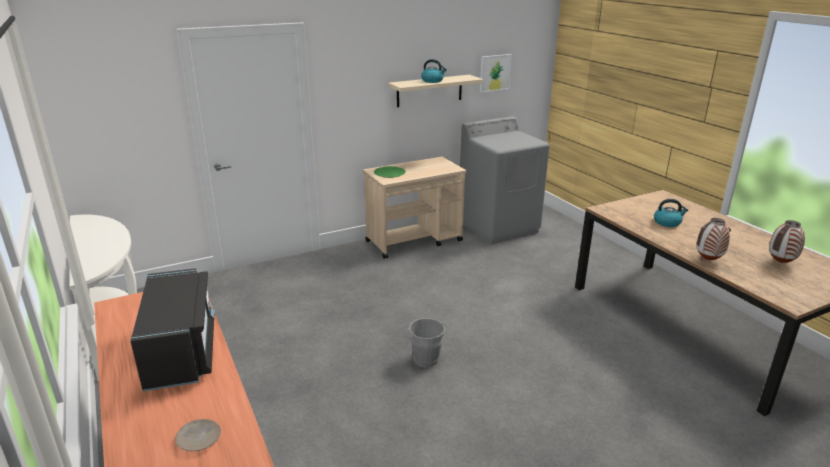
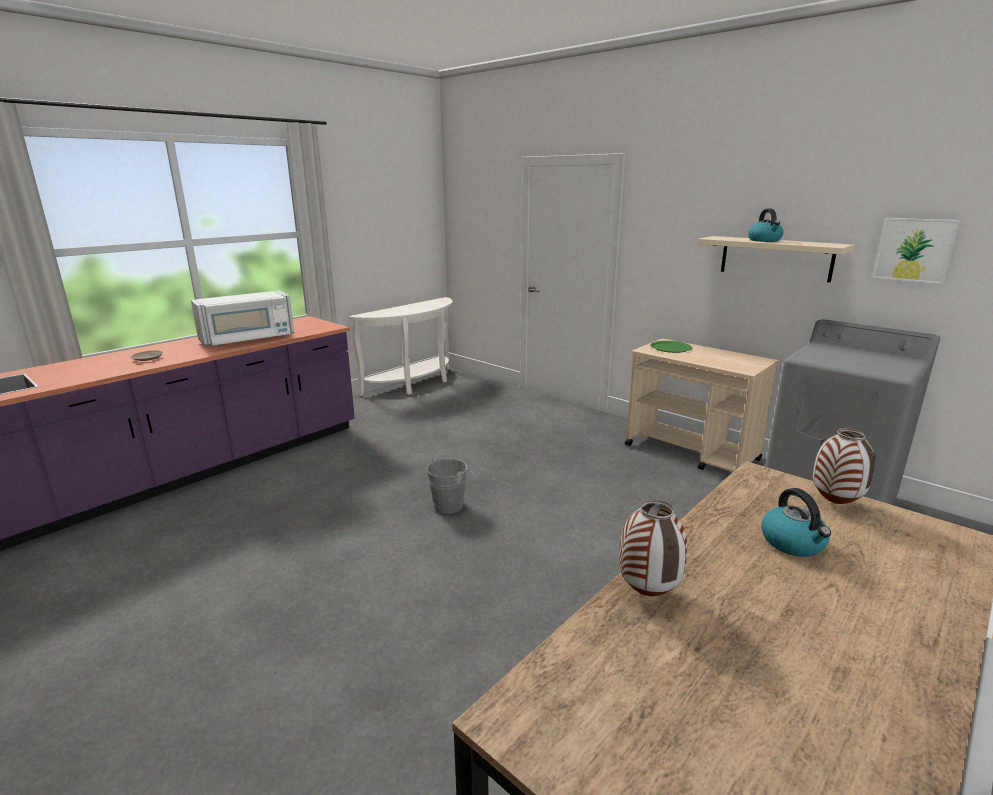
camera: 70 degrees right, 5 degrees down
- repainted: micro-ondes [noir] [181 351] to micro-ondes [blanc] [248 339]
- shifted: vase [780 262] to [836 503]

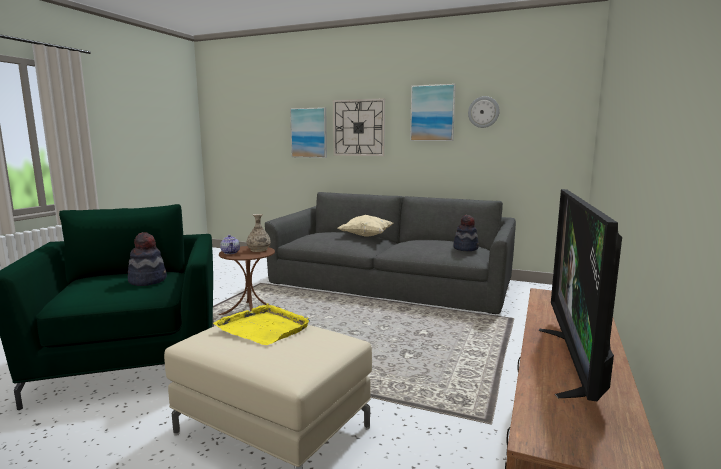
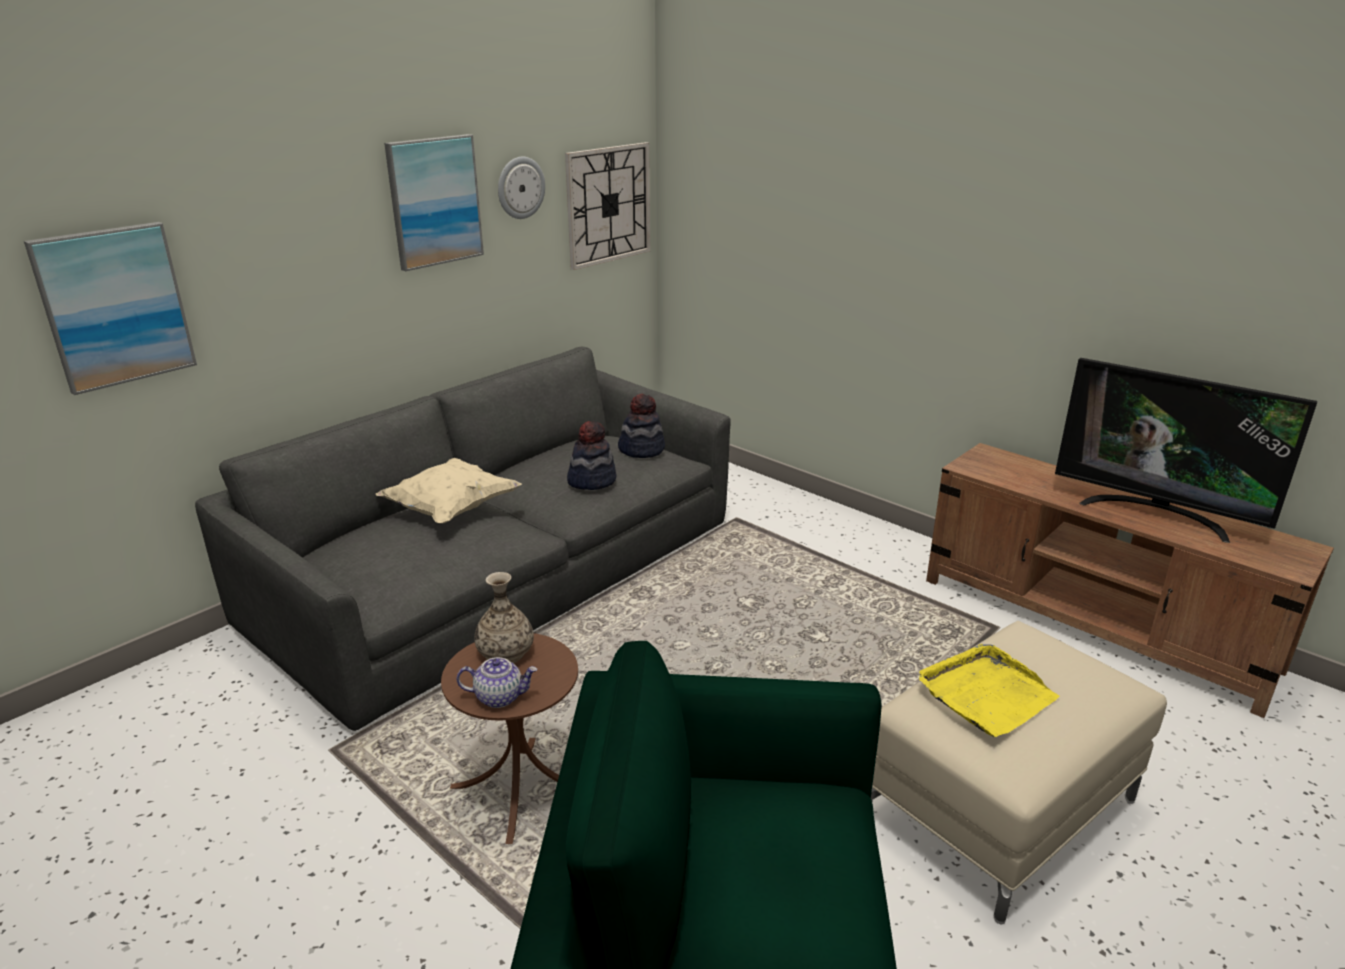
camera: 70 degrees left, 15 degrees up
- shifted: chapeau [148 280] to [592 480]
- shifted: horloge murale [358 127] to [608 205]

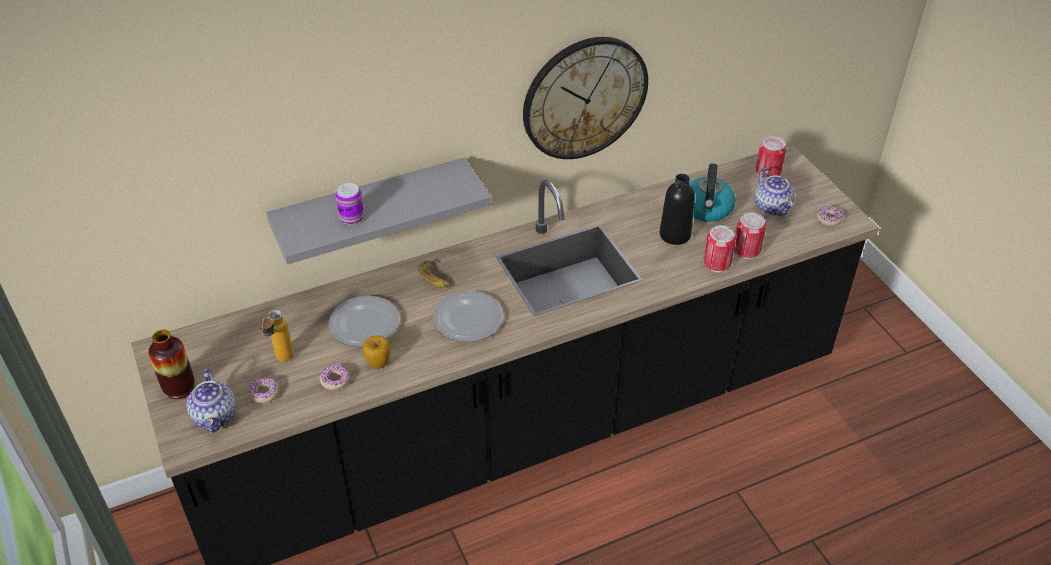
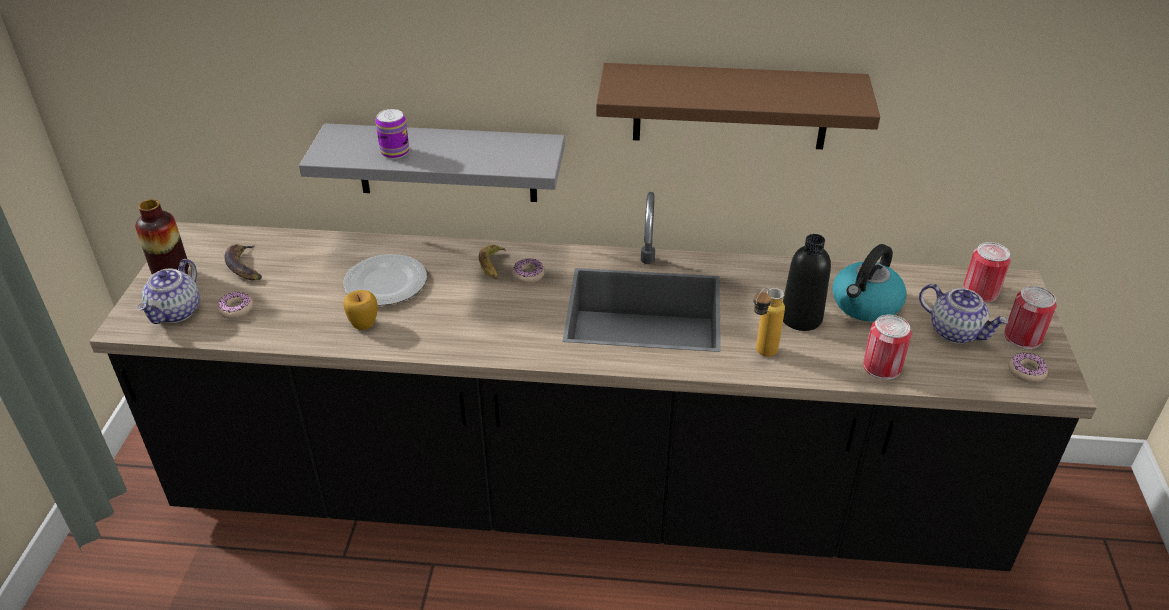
camera: 30 degrees right, 5 degrees down
- shifted: bouteille [281 361] to [760 354]
- shifted: beignet [335 380] to [528 274]
- gone: assiette [469 318]
- swapped: horloge murale [584 98] to étagère [marron] [730 106]
- shifted: boîte métallique [717 263] to [1022 337]
- rotated: théière [772 207] = [956 331] 60 degrees counterclockwise
- new: banane [244 266]

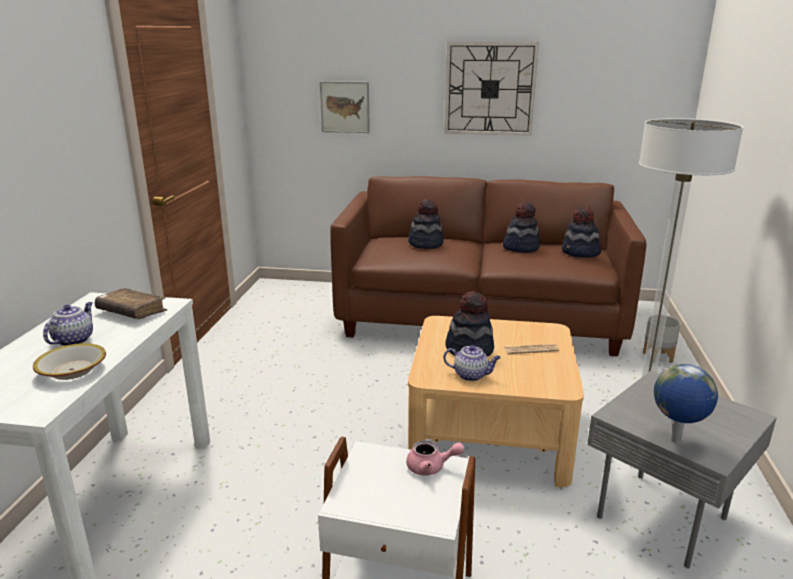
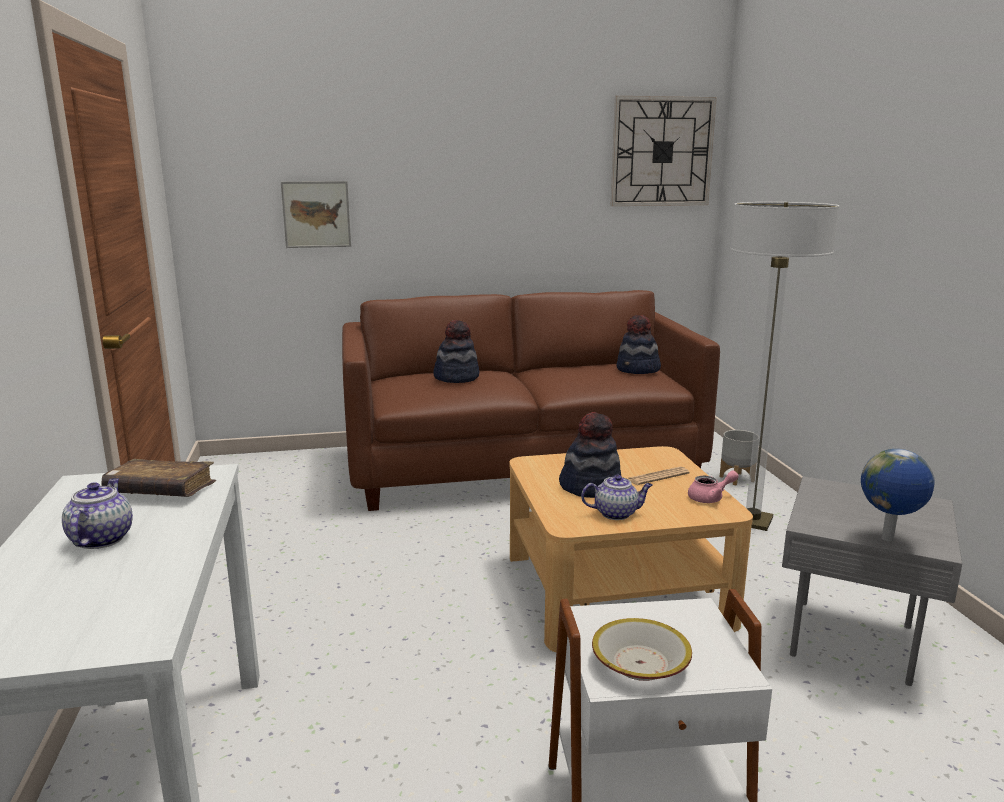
camera: 20 degrees left, 5 degrees down
- shifted: bol [72 370] to [639 663]
- shifted: théière [rose] [431 467] to [710 498]
- shifted: horloge murale [490 89] to [662 152]
- gone: chapeau [521 247]

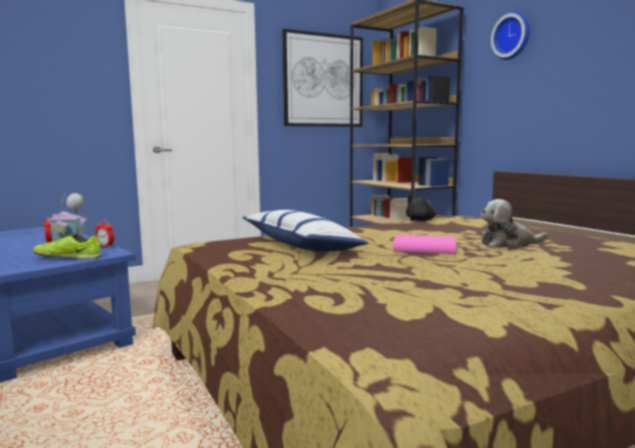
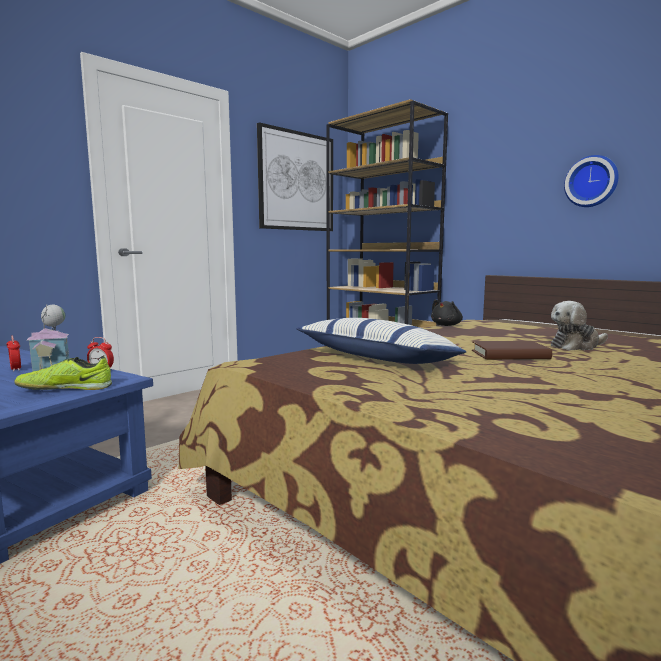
camera: 15 degrees left, 0 degrees up
- repainted: livre [rose] [424 249] to livre [marron] [510 355]
- shifted: horloge murale [512 36] to [591 181]

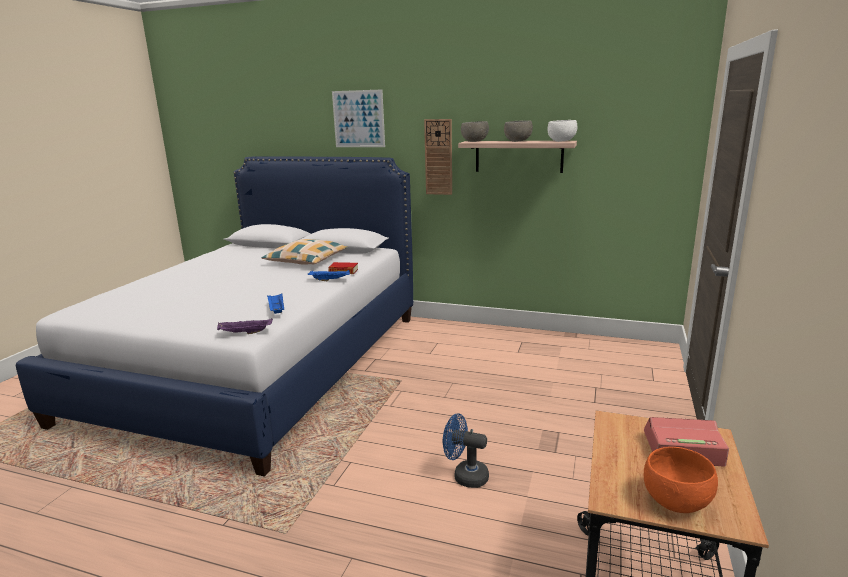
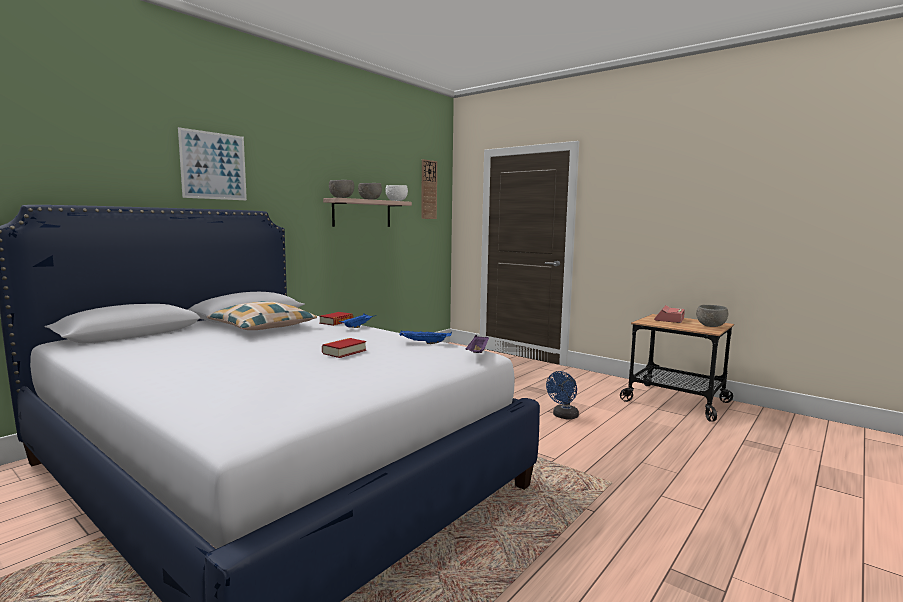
camera: 70 degrees left, 10 degrees down
- shifted: horloge murale [438 157] to [428 189]
- repainted: bol [orange] [675 501] to bol [gris] [710 326]
- new: livre [344 352]

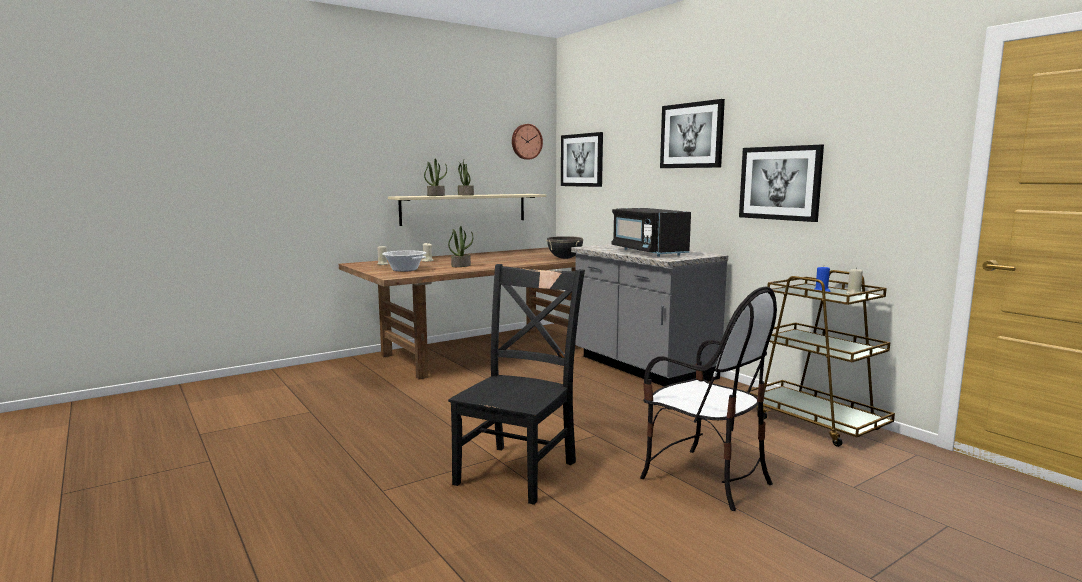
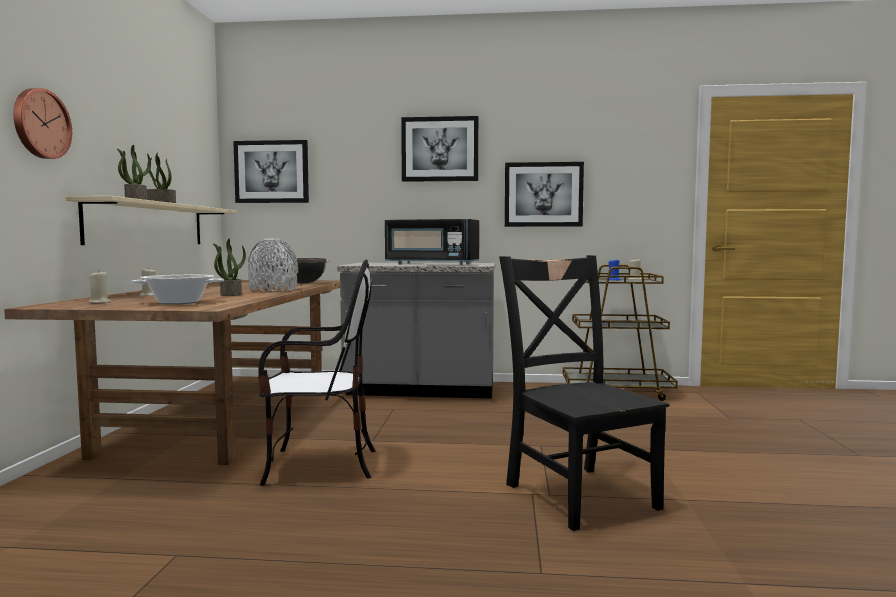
camera: 50 degrees left, 5 degrees down
- shifted: horloge murale [526 141] to [40 124]
- shifted: chaise [705 479] to [319 466]
- new: vase [gris] [273 290]

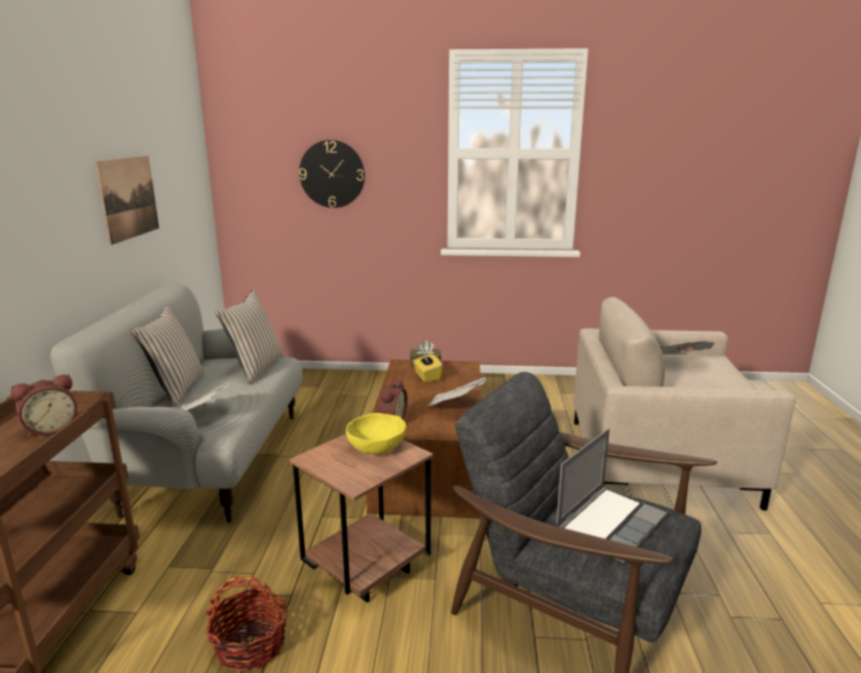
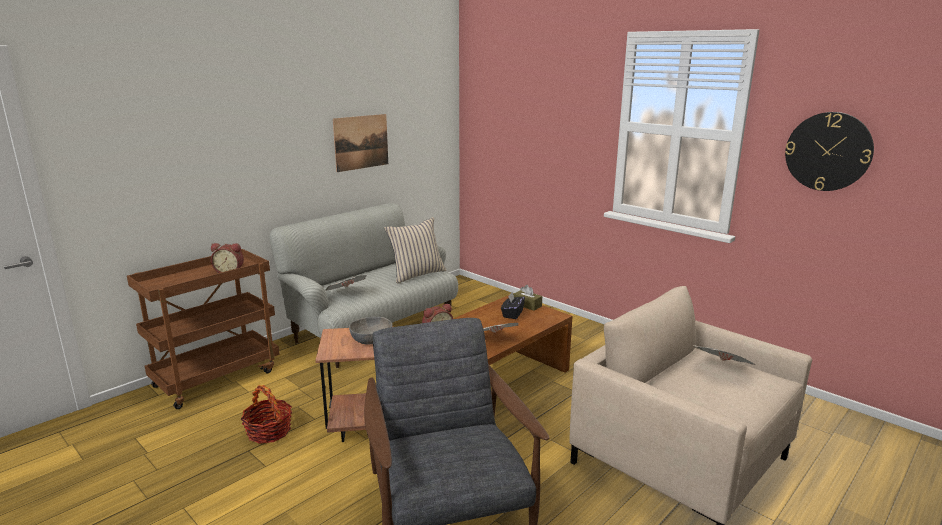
camera: 40 degrees right, 0 degrees up
- gone: coussin [beige] [176 389]
- shifted: horloge murale [332 174] to [828 151]
- repainted: bol [jaune] [377 447] to bol [gris] [371 340]
- repainted: boîte à mouchoirs [jaune] [427 377] to boîte à mouchoirs [noir] [512 314]
- gone: ordinateur portable [609 523]

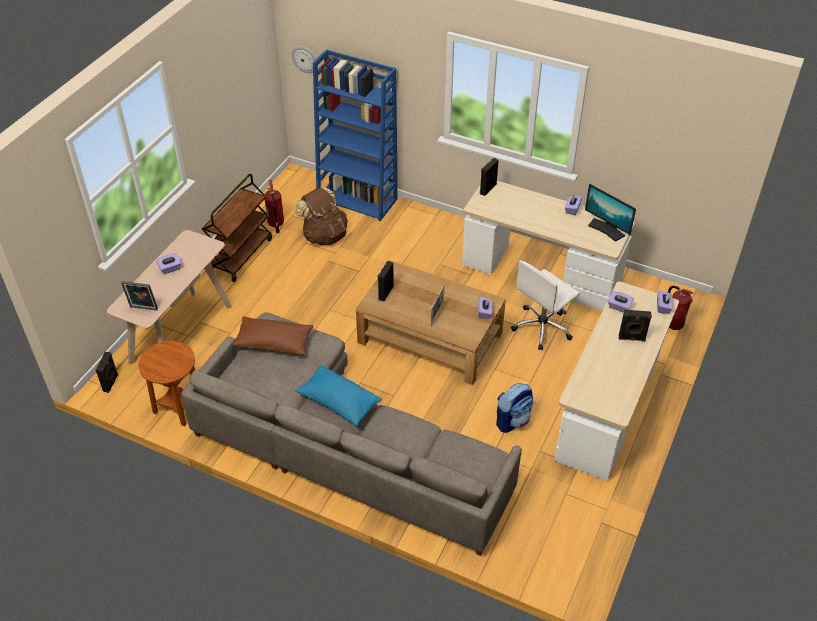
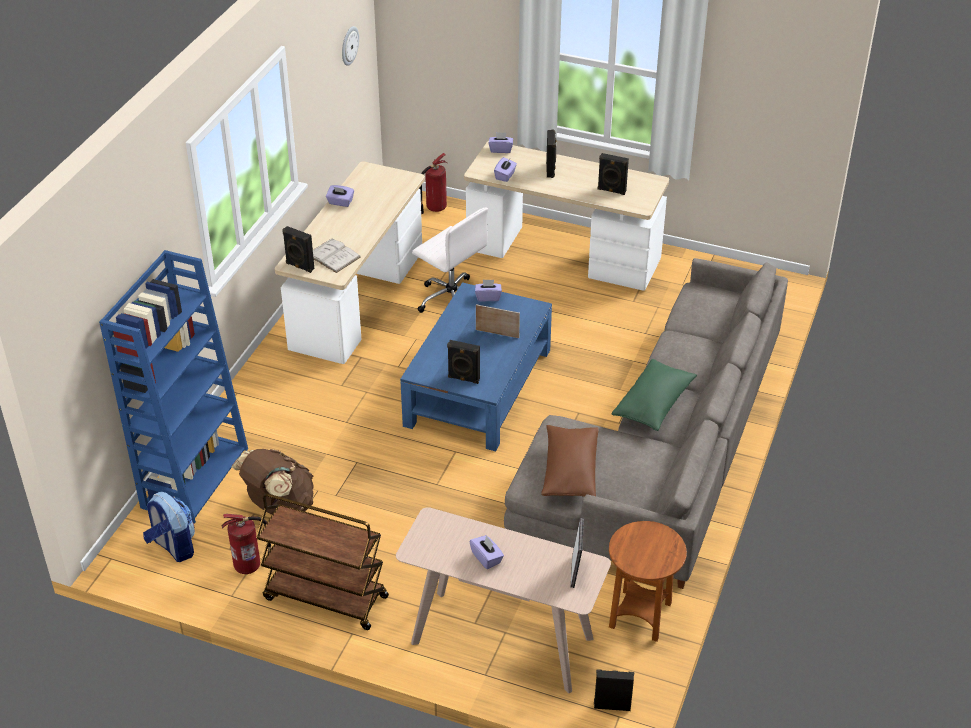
camera: 95 degrees left, 5 degrees down
- shifted: horloge murale [305 59] to [349 45]
- repainted: coussin [bleu] [338 402] to coussin [vert] [653 404]
- repainted: table basse [marron] [429 337] to table basse [bleu] [478 388]
- shifted: sac à dos [513 420] to [173 547]
- gone: écran d'ordinateur [606 229]
- new: livre [blanc] [333 256]
- new: enceinte [noir] [611 191]

